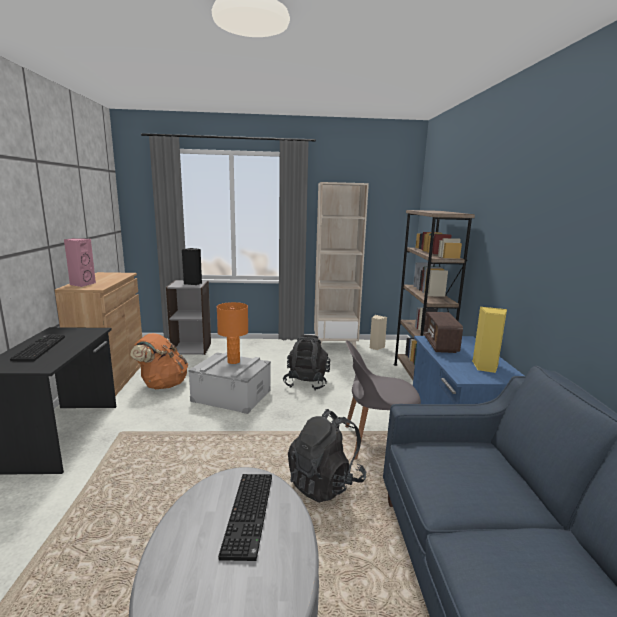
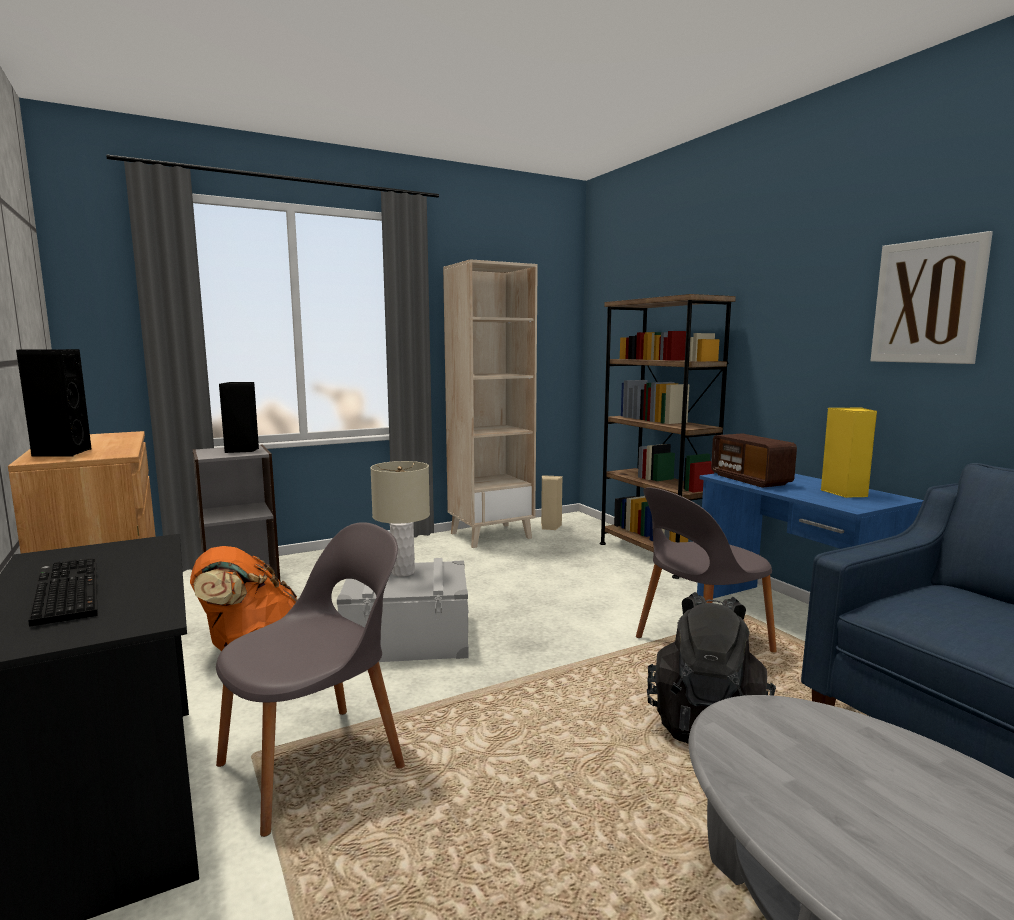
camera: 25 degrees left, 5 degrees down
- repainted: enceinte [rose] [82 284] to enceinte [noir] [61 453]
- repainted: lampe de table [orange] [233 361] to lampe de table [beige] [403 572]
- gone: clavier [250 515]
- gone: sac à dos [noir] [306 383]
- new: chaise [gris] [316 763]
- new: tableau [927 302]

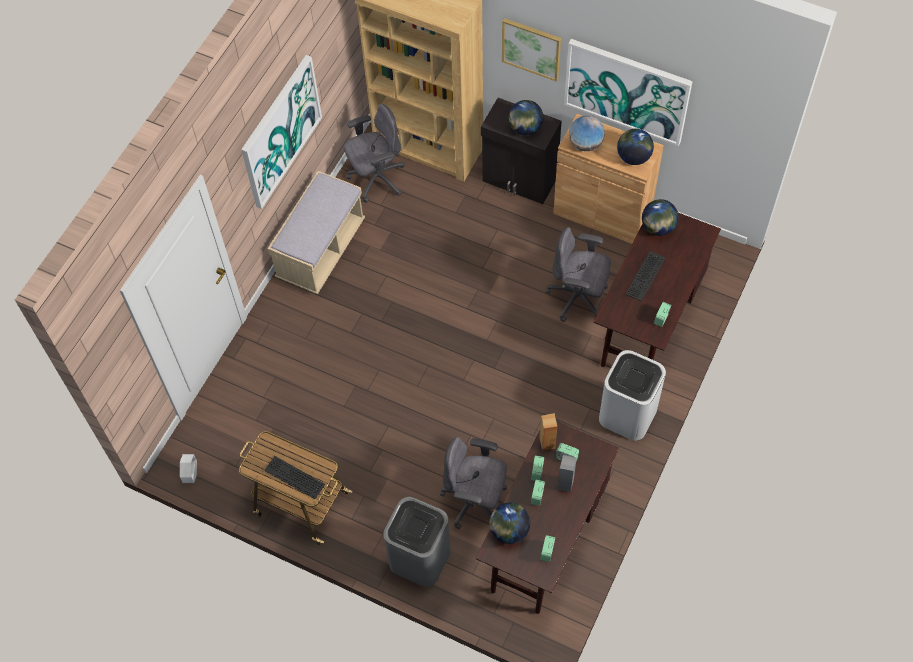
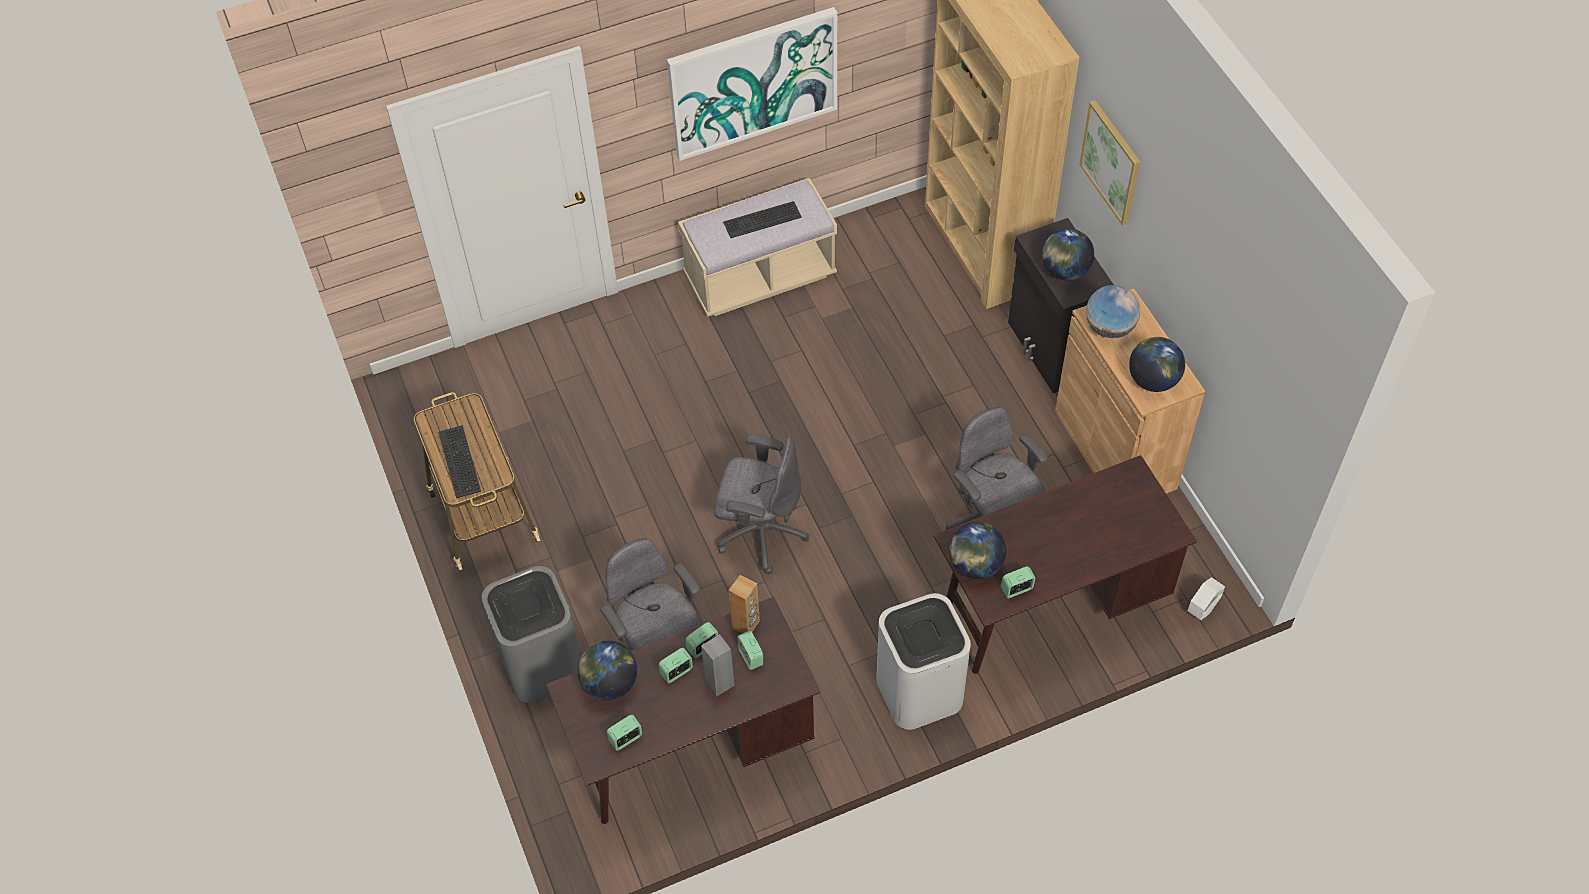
camera: 40 degrees right, 5 degrees down
- shifted: cache-pot [blanc] [191 474] to [1202 609]
- shifted: chaise de bureau [gris] [376 179] to [760 533]
- gone: tableau [627 91]
- shifted: clavier [646 277] to [762 221]
- shifted: globe [658 227] to [975 565]

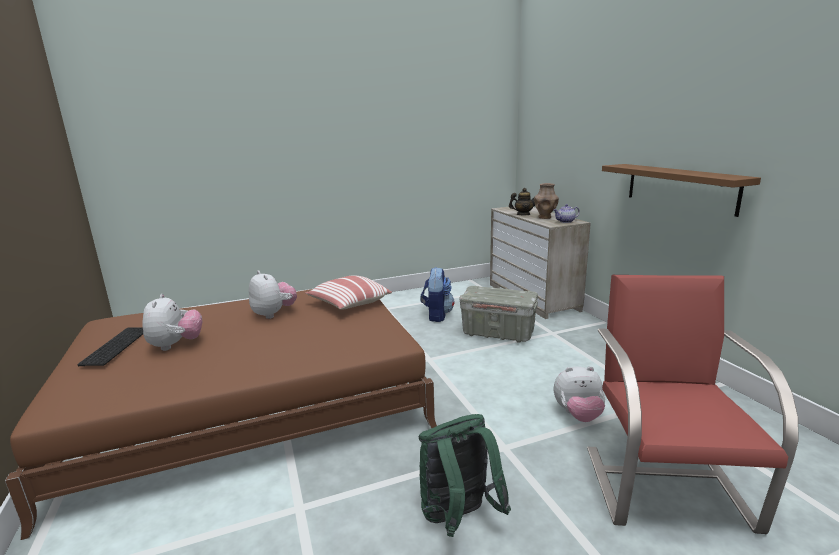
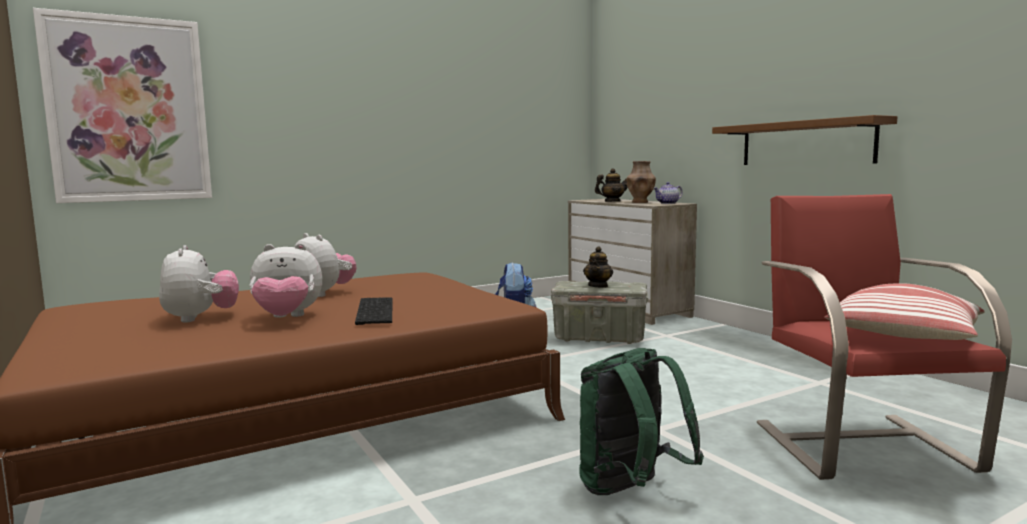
camera: 10 degrees left, 10 degrees down
- shifted: clavier [115 345] to [373 310]
- shifted: coussin [349 304] to [903 338]
- shifted: peluche [578 415] to [287 318]
- new: tableau [129 110]
- new: théière [598 286]

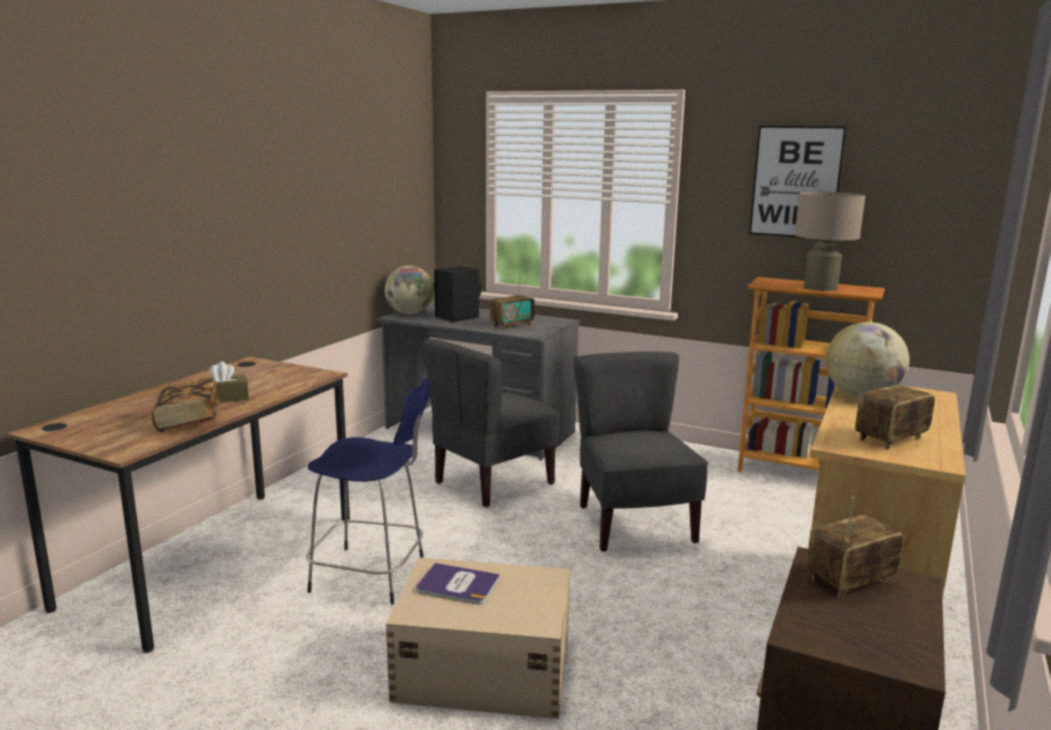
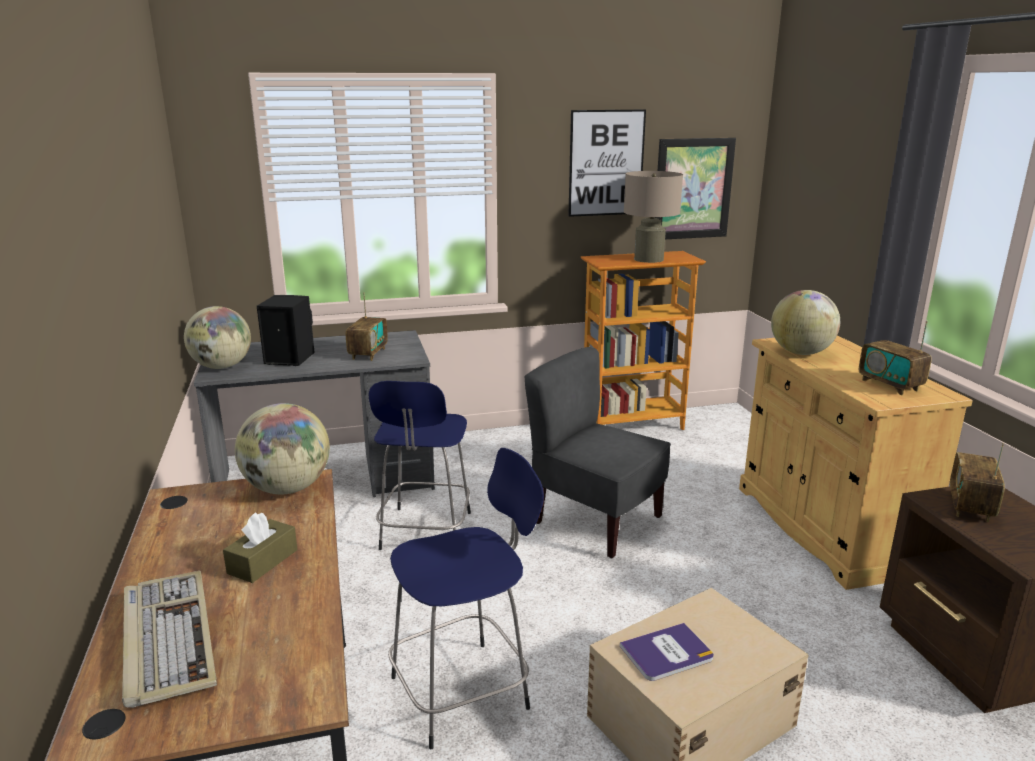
camera: 40 degrees left, 5 degrees up
- gone: livre [188 421]
- swapped: chaise [gris] [492 483] to tabouret [bleu] [425 532]
- rotated: radio [891 439] = [890 385] 45 degrees counterclockwise
- new: clavier [166 639]
- new: globe [287 488]
- new: tableau [693 189]

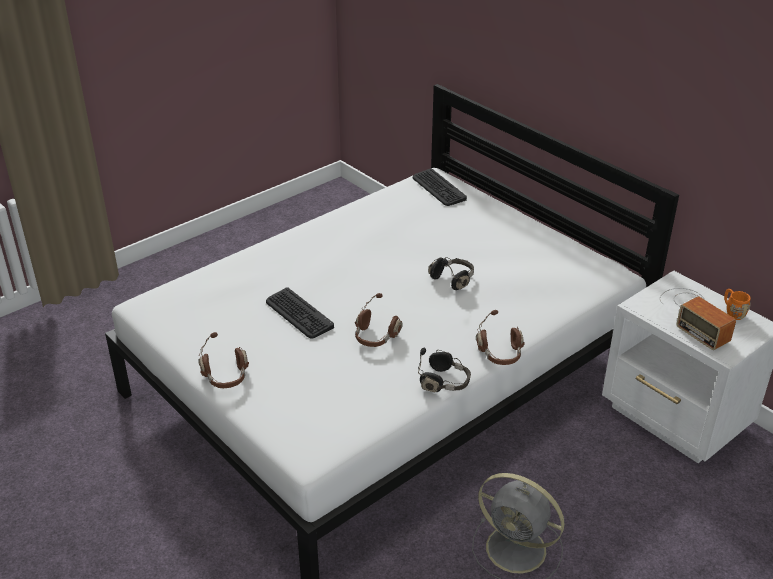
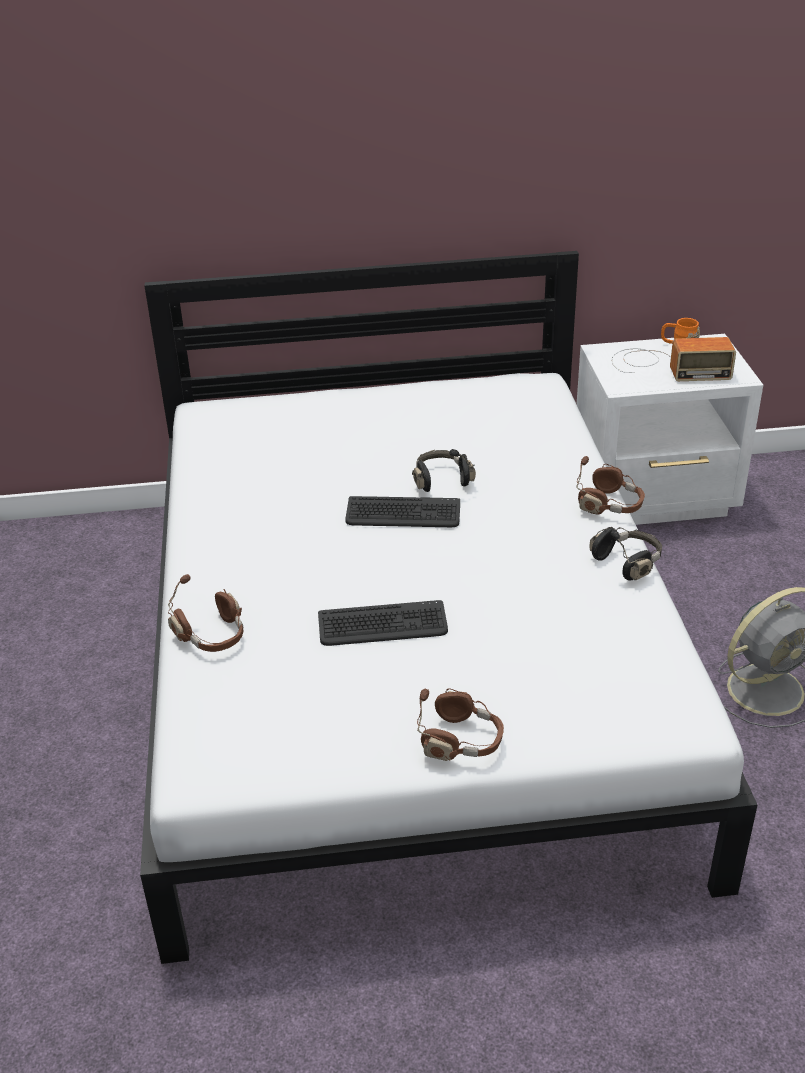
camera: 55 degrees left, 0 degrees up
- shifted: casque audio [marron] [375 337] to [213 636]
- shifted: clavier [438 188] to [403 514]

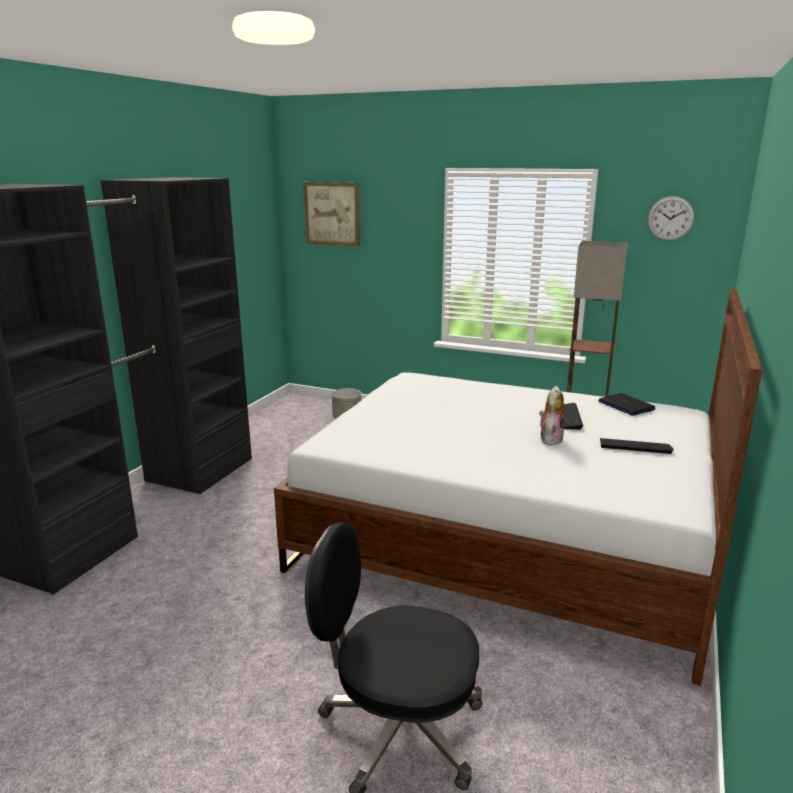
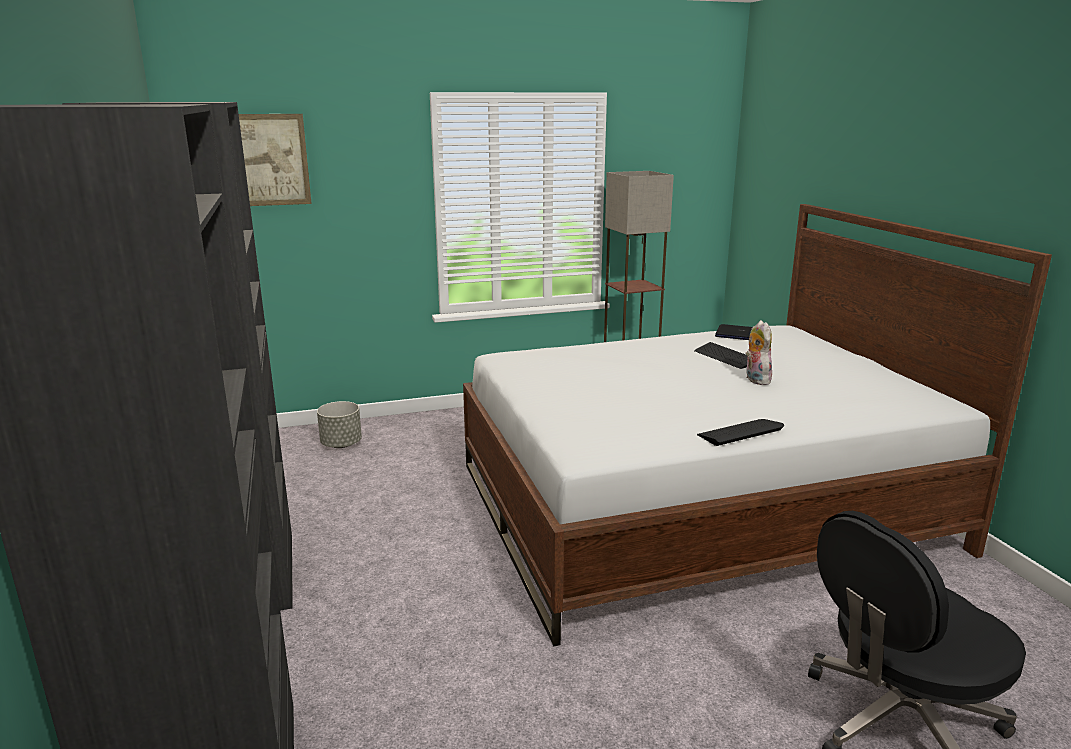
camera: 40 degrees left, 0 degrees up
- shifted: clavier [634 446] to [740 432]
- gone: horloge murale [670 218]

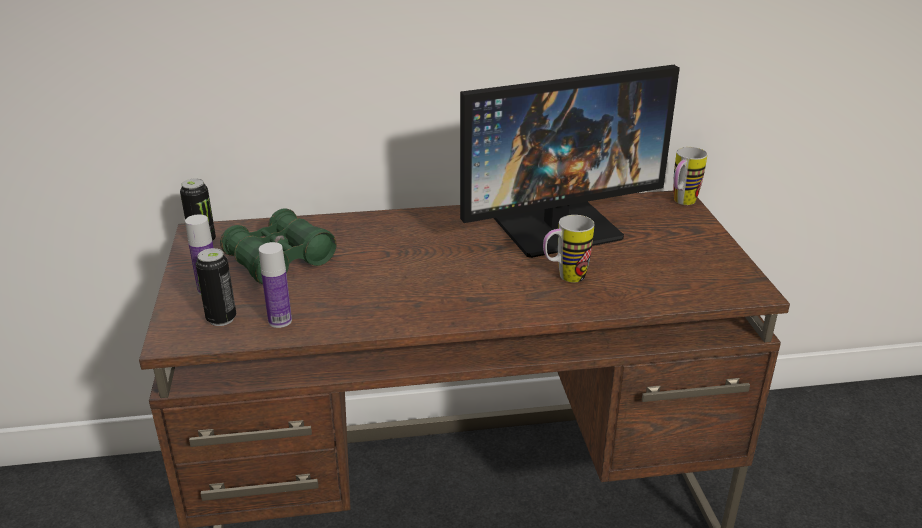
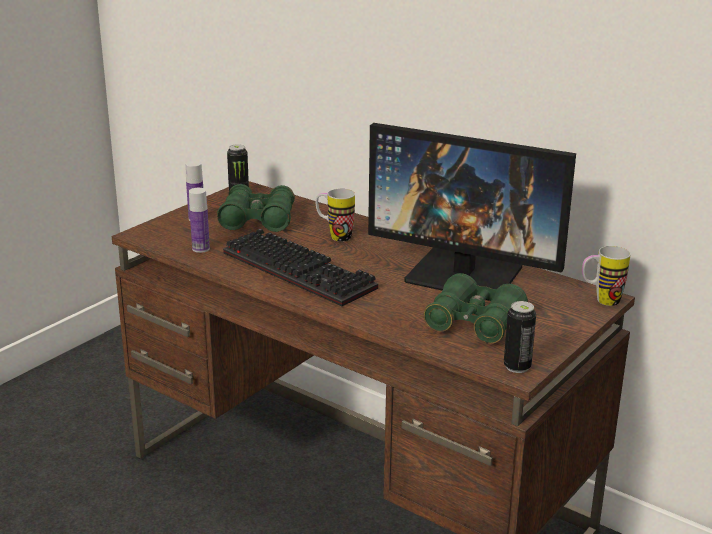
camera: 45 degrees right, 5 degrees down
- shifted: boîte métallique [221 319] to [517 367]
- shifted: mug [564 278] to [334 236]
- new: clavier [302 270]
- new: jumelles [vert] [474 323]

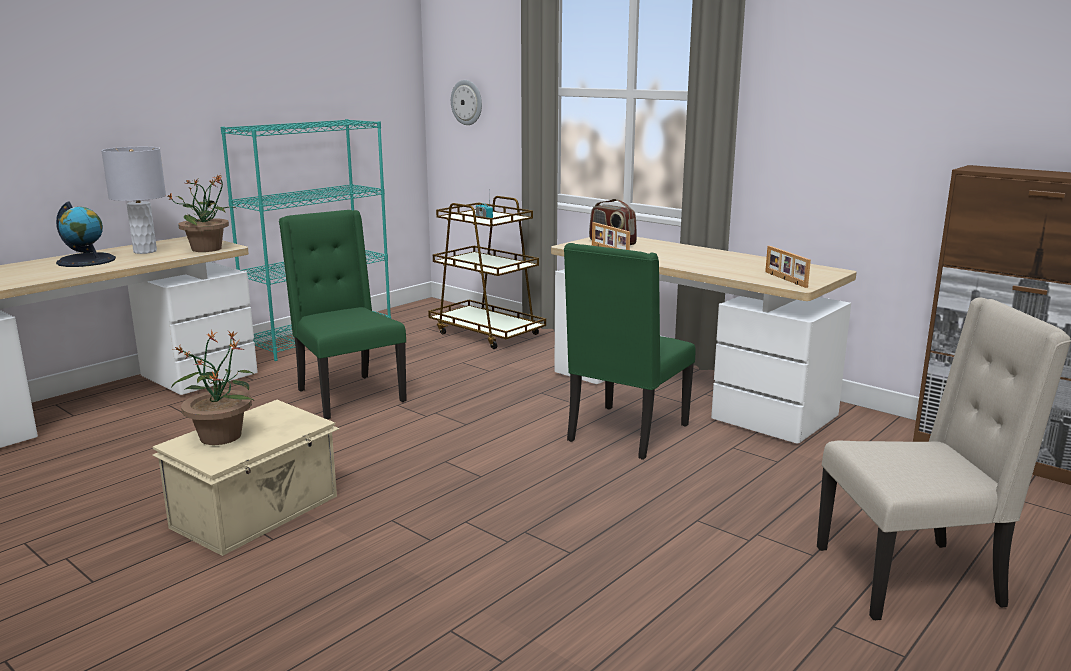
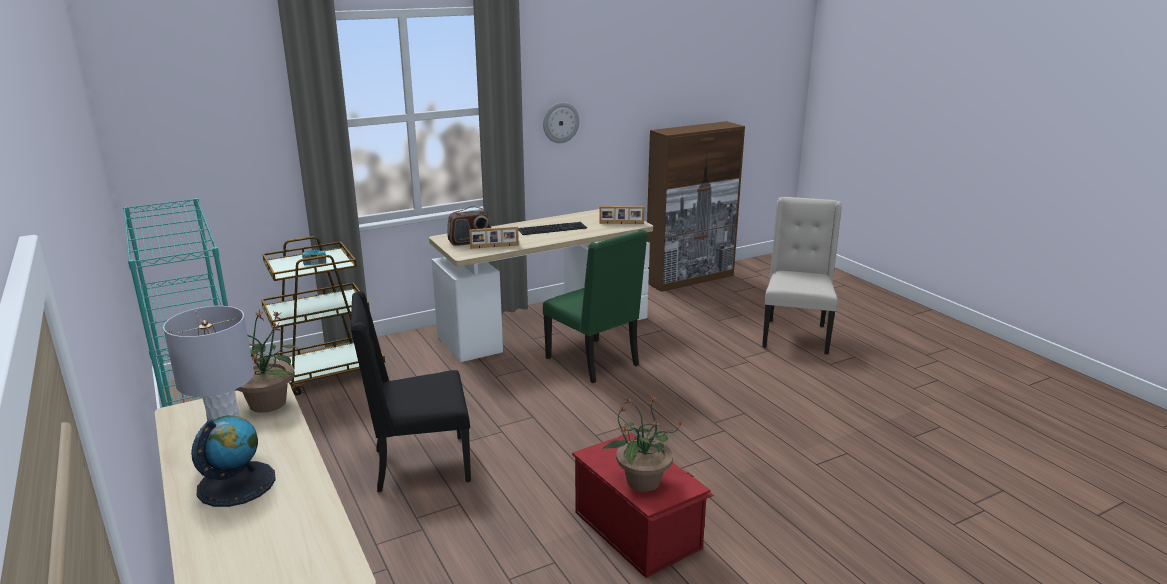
camera: 70 degrees left, 5 degrees up
- repainted: boîte de rangement [beige] [258 512] to boîte de rangement [rouge] [638 529]
- repainted: chaise [vert] [348 396] to chaise [noir] [419 465]
- shifted: horloge murale [467 102] to [560 122]
- new: clavier [552 228]

